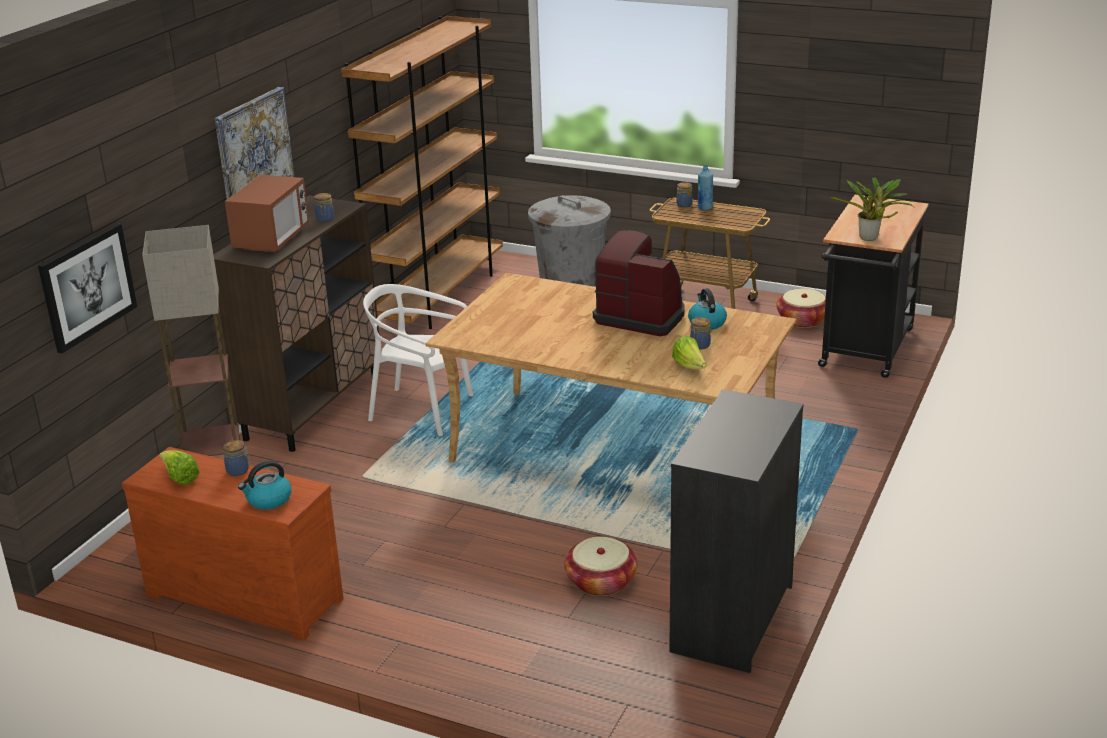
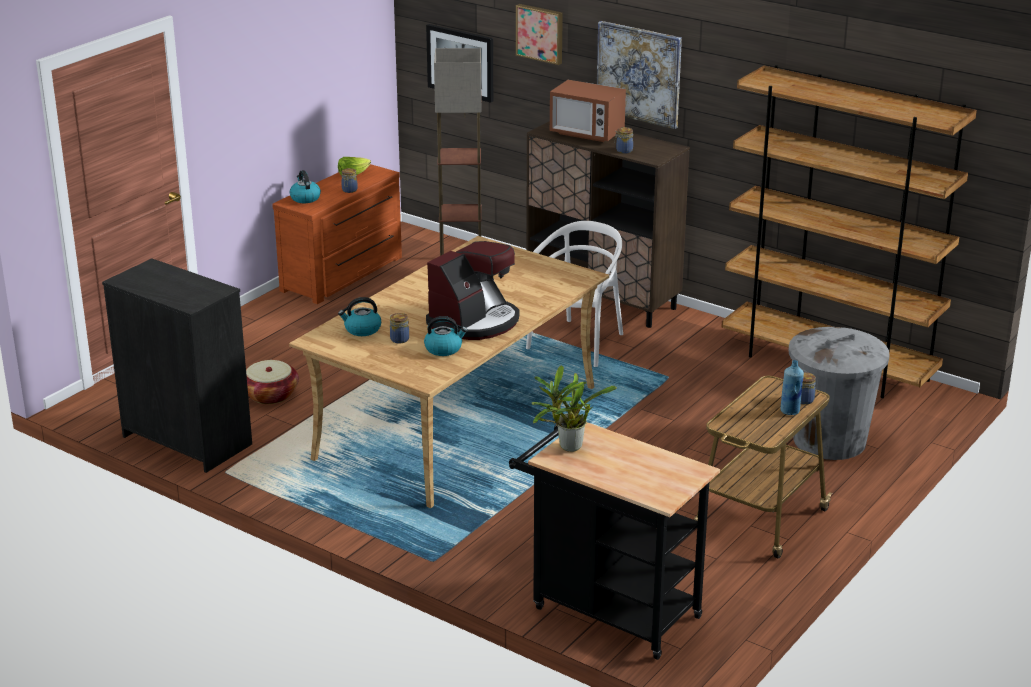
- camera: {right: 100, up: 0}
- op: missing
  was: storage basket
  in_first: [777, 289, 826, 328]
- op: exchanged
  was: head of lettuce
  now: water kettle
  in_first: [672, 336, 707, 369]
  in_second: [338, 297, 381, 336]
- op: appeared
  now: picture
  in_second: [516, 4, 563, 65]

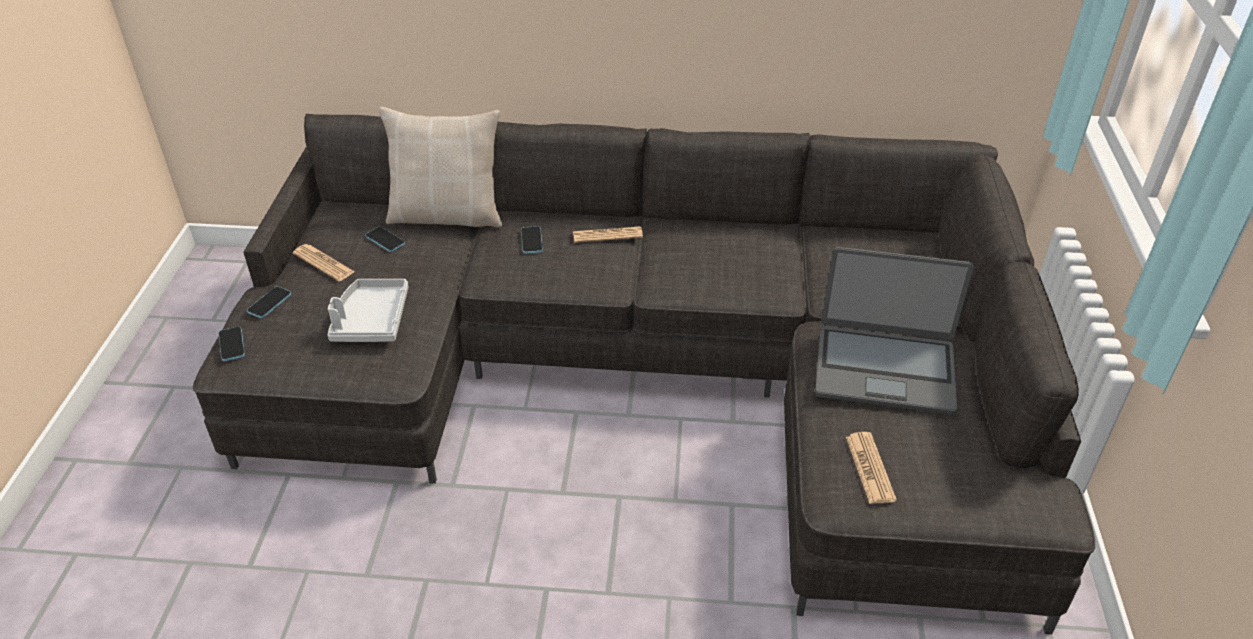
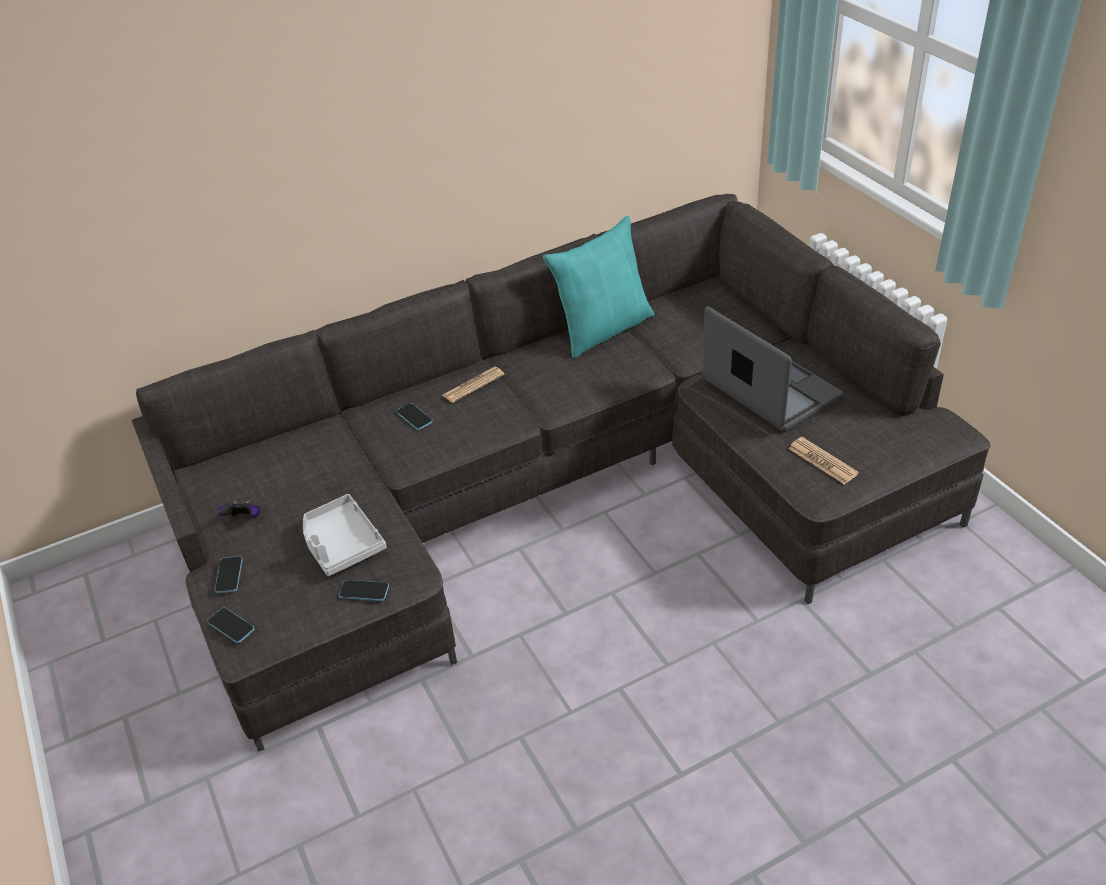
- camera: {right: -30, up: 0}
- op: missing
  was: sand-coloured throw pillow
  in_first: [379, 107, 502, 228]
- op: relocated
  was: telephone
  in_first: [365, 227, 405, 252]
  in_second: [339, 580, 389, 601]
- op: exchanged
  was: printed paper
  now: joypad
  in_first: [293, 244, 355, 281]
  in_second: [217, 501, 260, 517]
- op: spun
  was: portable computer
  in_first: [815, 247, 974, 415]
  in_second: [702, 306, 843, 431]
  clockwise: -105
- op: appeared
  now: blue-green throw pillow
  in_second: [543, 216, 655, 358]

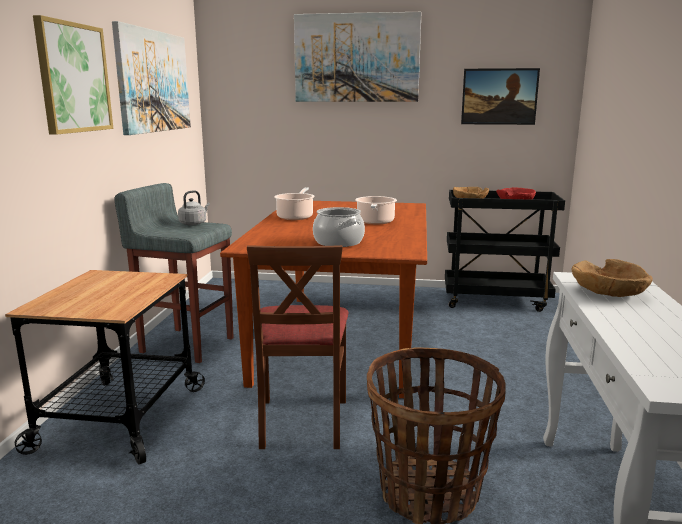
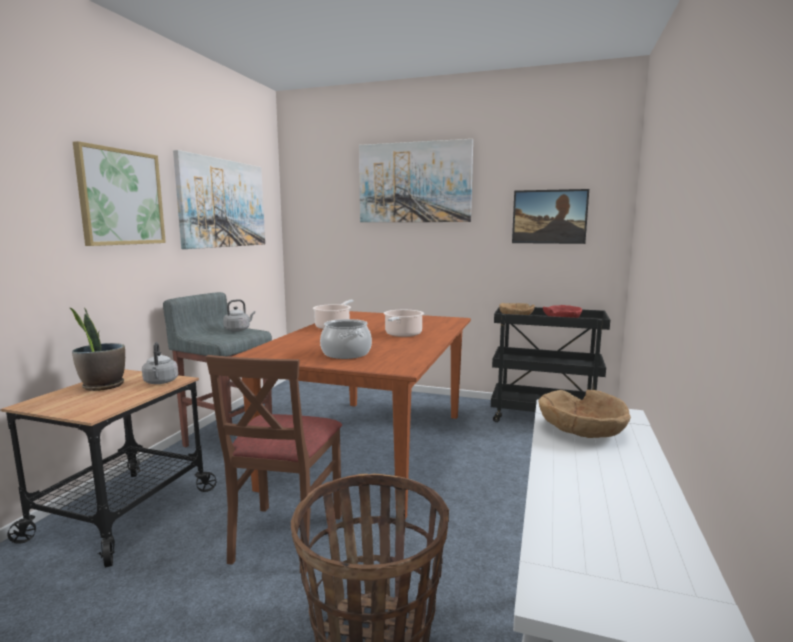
- camera: {right: 10, up: -5}
- op: appeared
  now: houseplant
  in_second: [70, 308, 125, 391]
- op: appeared
  now: gray water kettle
  in_second: [142, 342, 178, 384]

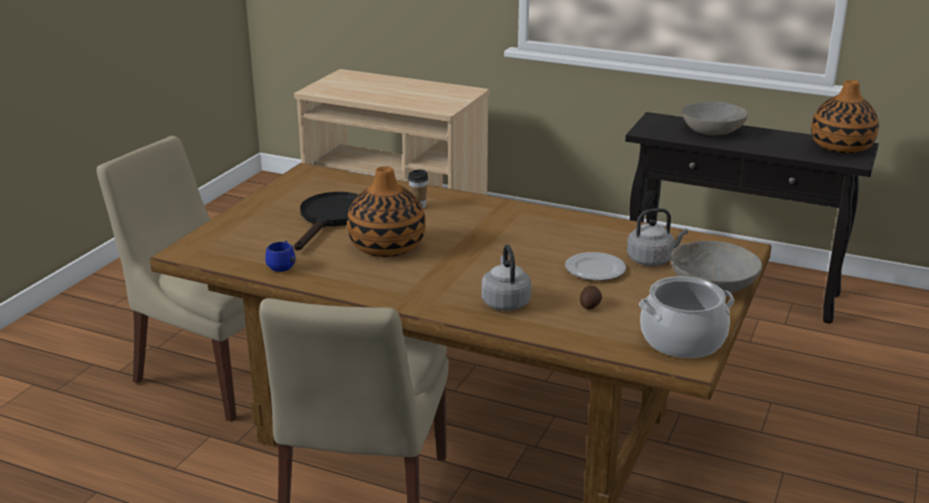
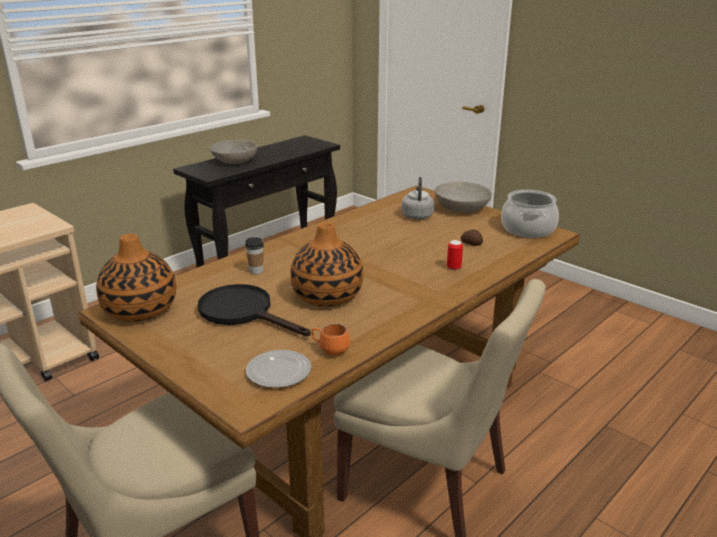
- camera: {right: -70, up: 0}
- op: relocated
  was: flower vase
  in_first: [811, 80, 879, 154]
  in_second: [96, 234, 176, 322]
- op: colour
  was: blue coffee mug
  now: orange-coloured coffee mug
  in_first: [265, 241, 296, 272]
  in_second: [311, 324, 350, 356]
- op: exchanged
  was: gray water kettle
  now: sealed can
  in_first: [481, 244, 531, 311]
  in_second: [447, 240, 463, 270]
- op: relocated
  was: plate
  in_first: [565, 252, 626, 281]
  in_second: [246, 350, 311, 388]

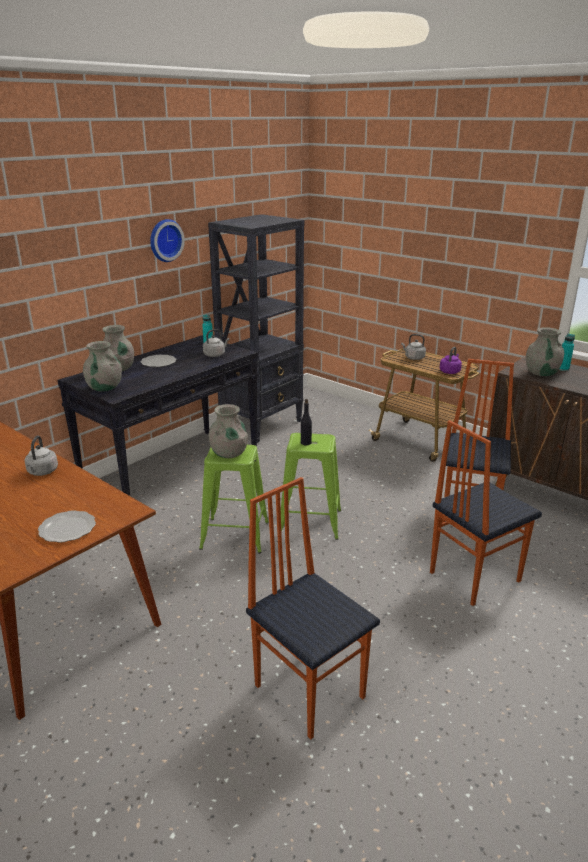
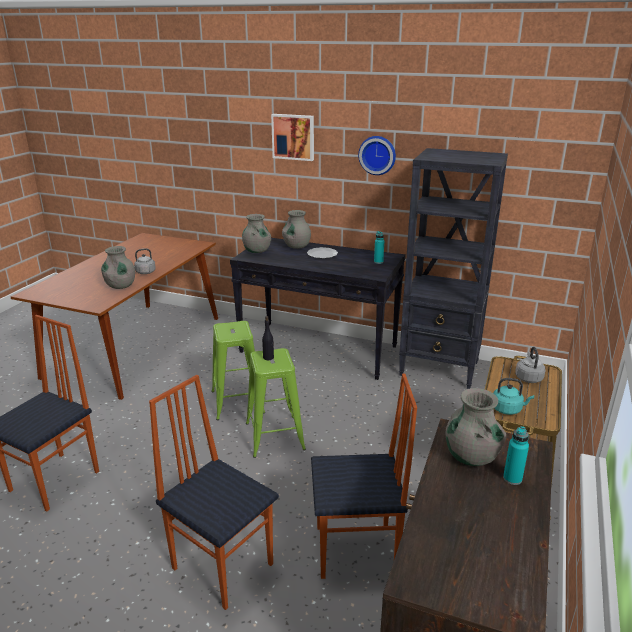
- camera: {right: 70, up: 0}
- op: missing
  was: gray water kettle
  in_first: [203, 329, 229, 357]
- op: colour
  was: purplish water kettle
  now: blue-green water kettle
  in_first: [439, 347, 462, 374]
  in_second: [493, 378, 534, 415]
- op: relocated
  was: gray flower vase
  in_first: [209, 404, 248, 458]
  in_second: [101, 246, 135, 289]
- op: missing
  was: plate
  in_first: [38, 510, 96, 543]
- op: appeared
  now: picture
  in_second: [271, 114, 314, 161]

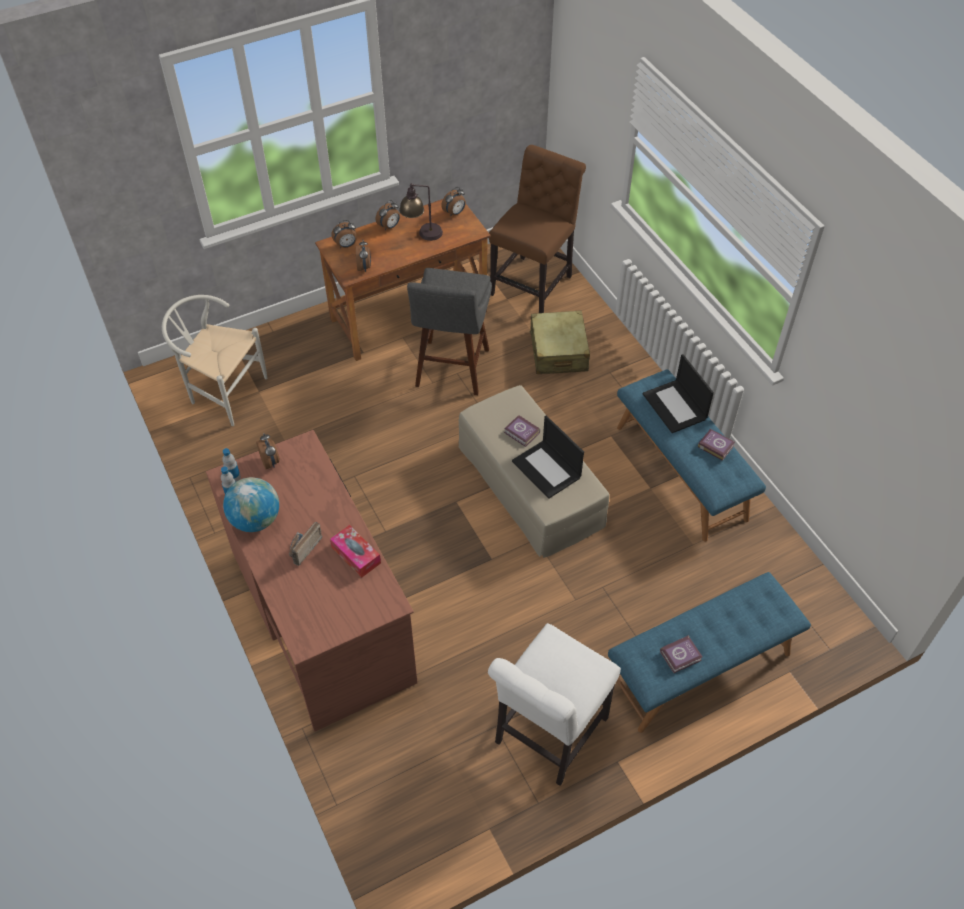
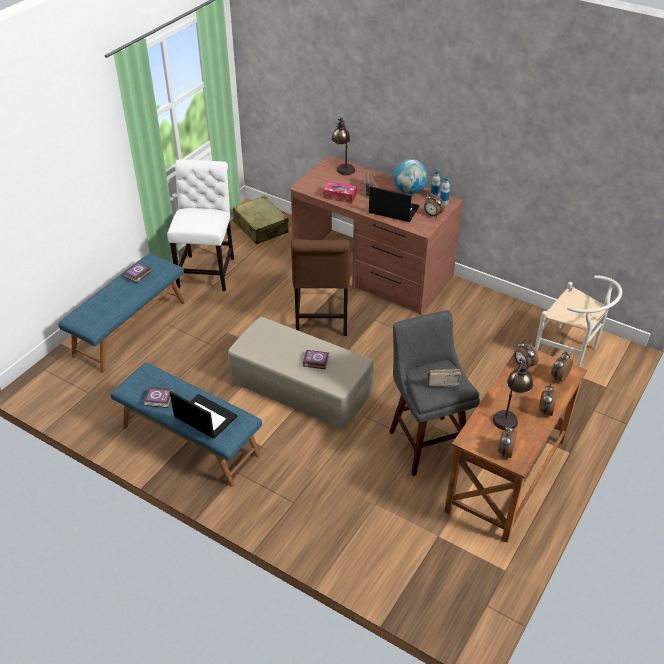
- camera: {right: 150, up: -10}
- op: relocated
  was: brown-coloured chair
  in_first: [489, 145, 586, 313]
  in_second: [291, 239, 351, 336]
- op: spun
  was: white chair
  in_first: [162, 295, 267, 426]
  in_second: [535, 275, 622, 367]
  clockwise: 45
- op: relocated
  was: sand-coloured piece of luggage
  in_first: [529, 310, 590, 374]
  in_second: [233, 196, 288, 244]
- op: relocated
  was: portable computer
  in_first: [512, 416, 584, 499]
  in_second: [369, 186, 419, 222]
- op: appeared
  now: lamp for a table
  in_second: [332, 118, 355, 175]
- op: appeared
  now: radio
  in_second: [427, 369, 461, 387]

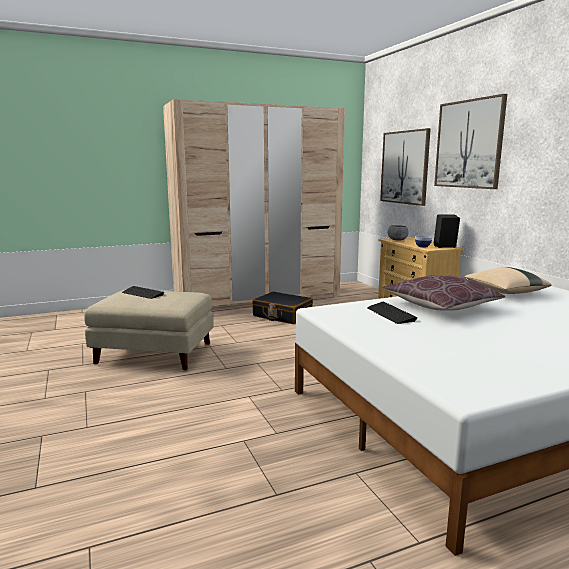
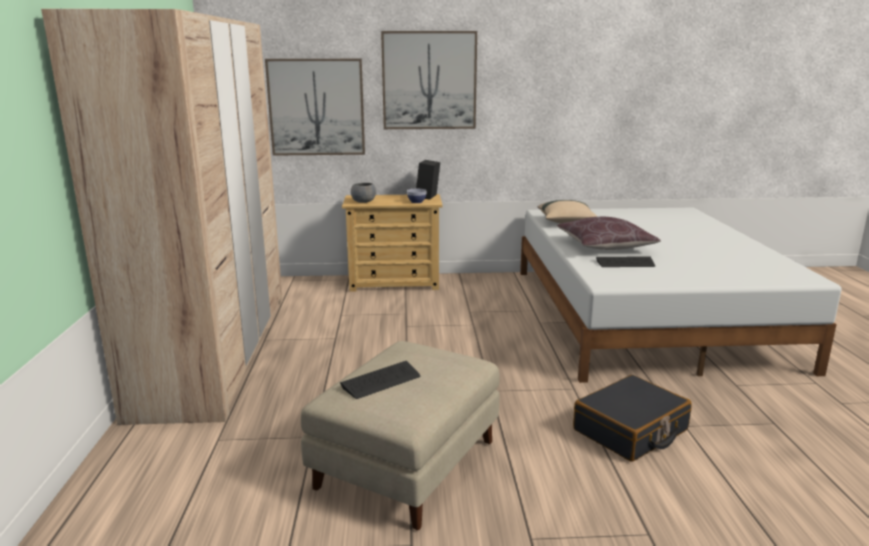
- camera: {right: -70, up: 5}
- op: relocated
  was: black-coloured piece of luggage
  in_first: [252, 291, 313, 324]
  in_second: [573, 375, 691, 462]

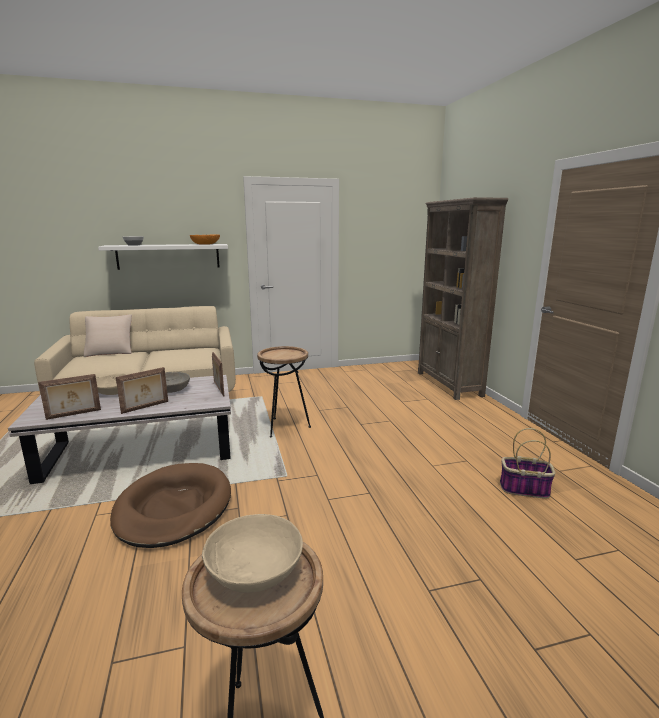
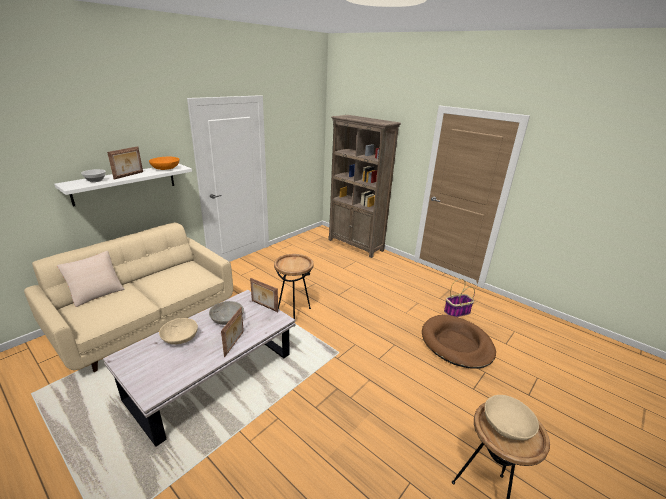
- camera: {right: -35, up: 10}
- op: relocated
  was: standing frame
  in_first: [38, 374, 101, 420]
  in_second: [107, 146, 143, 180]
- op: relocated
  was: brown-coloured dog bed
  in_first: [110, 463, 231, 548]
  in_second: [422, 315, 496, 369]

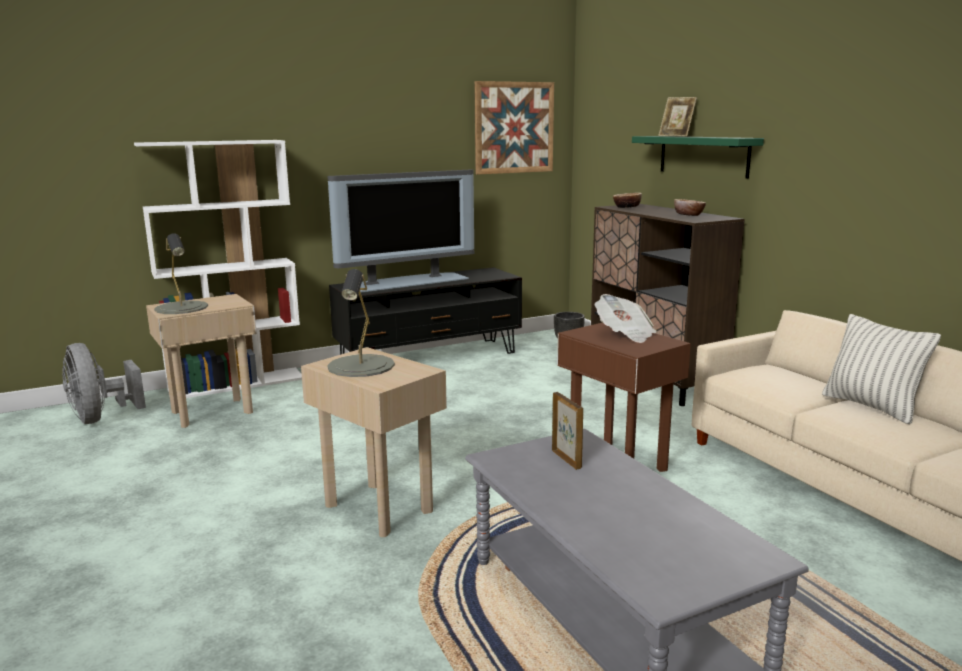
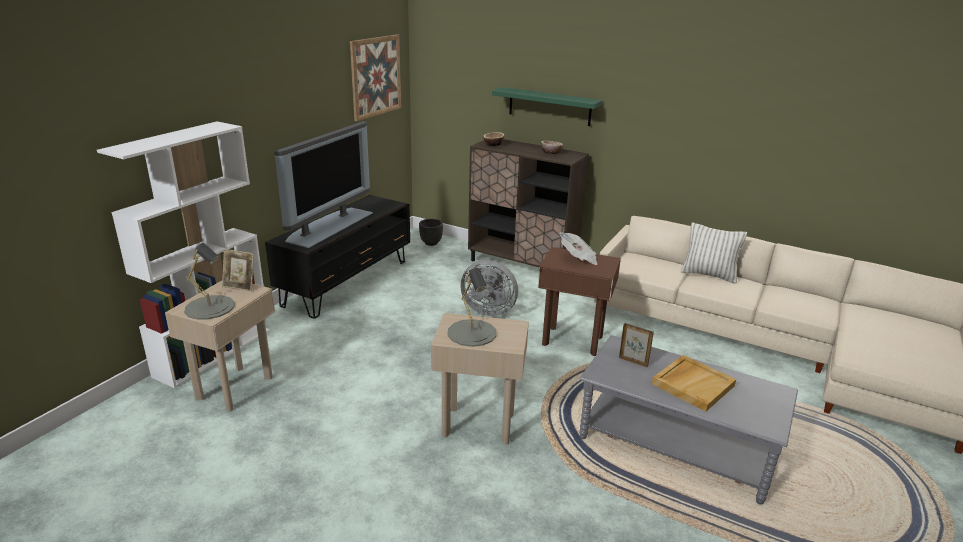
- camera: {right: -35, up: 10}
- op: relocated
  was: standing frame
  in_first: [658, 97, 697, 137]
  in_second: [222, 249, 254, 291]
- op: relocated
  was: gray fan
  in_first: [62, 343, 146, 424]
  in_second: [460, 260, 518, 316]
- op: appeared
  now: sand-coloured serving tray
  in_second: [652, 355, 736, 412]

